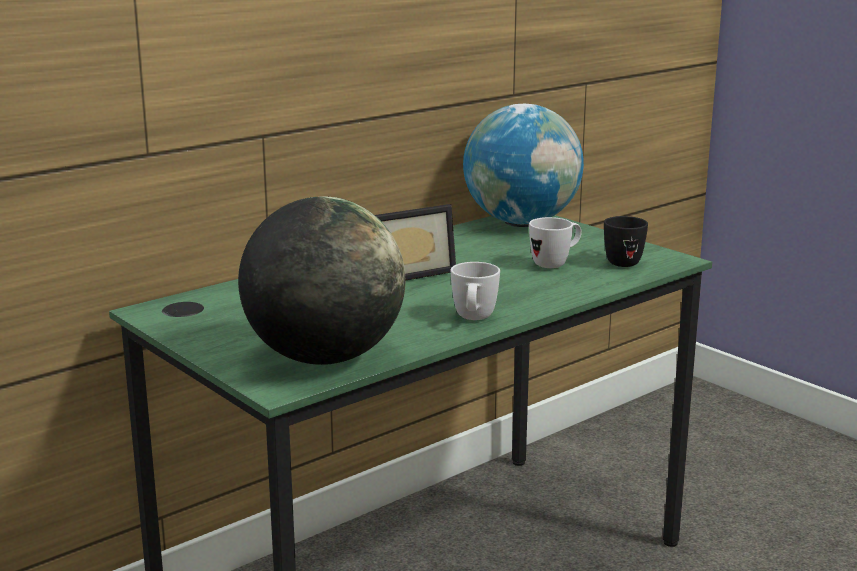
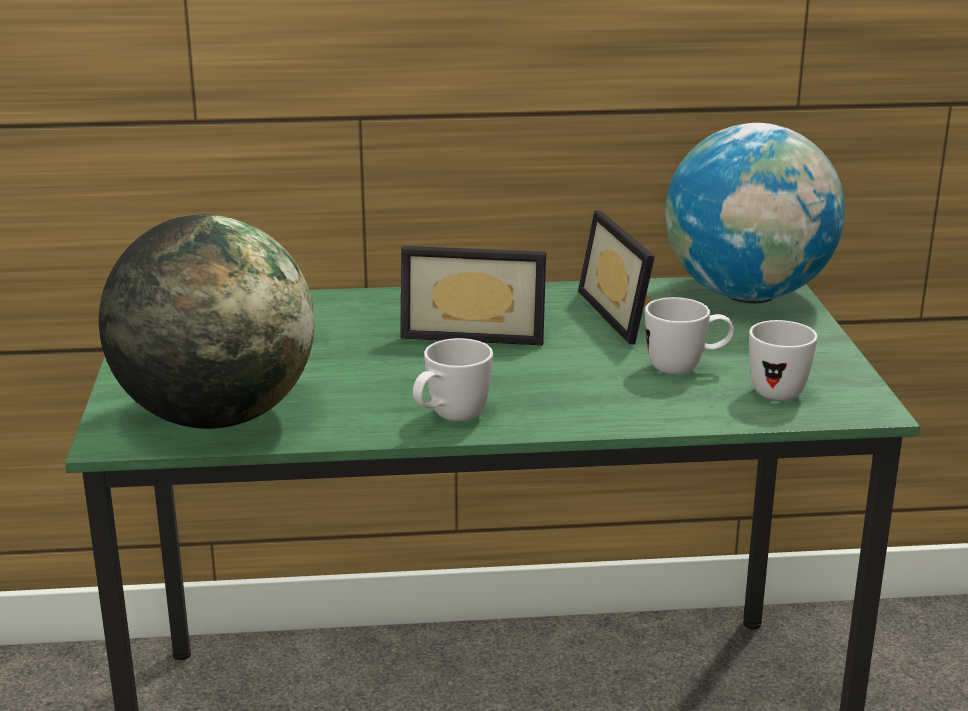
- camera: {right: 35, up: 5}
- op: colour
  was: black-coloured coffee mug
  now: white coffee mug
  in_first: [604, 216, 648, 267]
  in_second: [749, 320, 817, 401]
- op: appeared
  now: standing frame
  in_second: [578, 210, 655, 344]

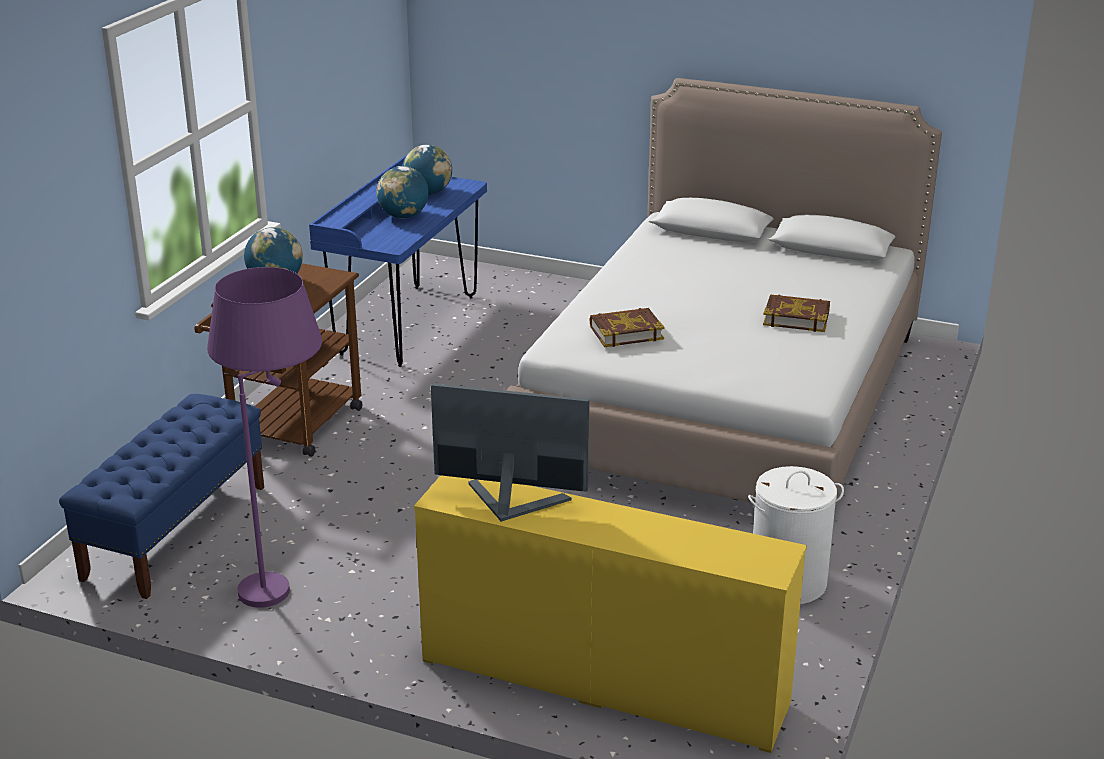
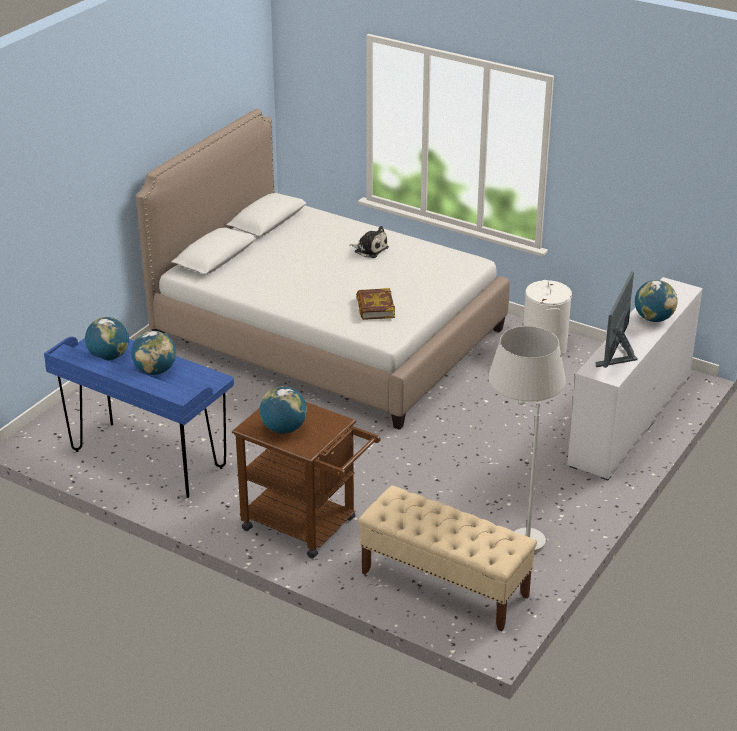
- camera: {right: -80, up: 5}
- op: colour
  was: purplish standing lamp
  now: white standing lamp
  in_first: [207, 267, 322, 608]
  in_second: [488, 326, 566, 553]
- op: exchanged
  was: bound book
  now: soft toy
  in_first: [763, 294, 830, 332]
  in_second: [349, 226, 389, 258]
- op: colour
  was: blue long seat
  now: sand-coloured long seat
  in_first: [59, 394, 264, 599]
  in_second: [358, 485, 537, 631]
- op: colour
  was: yellow-coloured dresser
  now: white dresser
  in_first: [414, 475, 807, 753]
  in_second: [567, 277, 703, 480]
- op: appeared
  now: desk globe
  in_second: [635, 280, 678, 322]

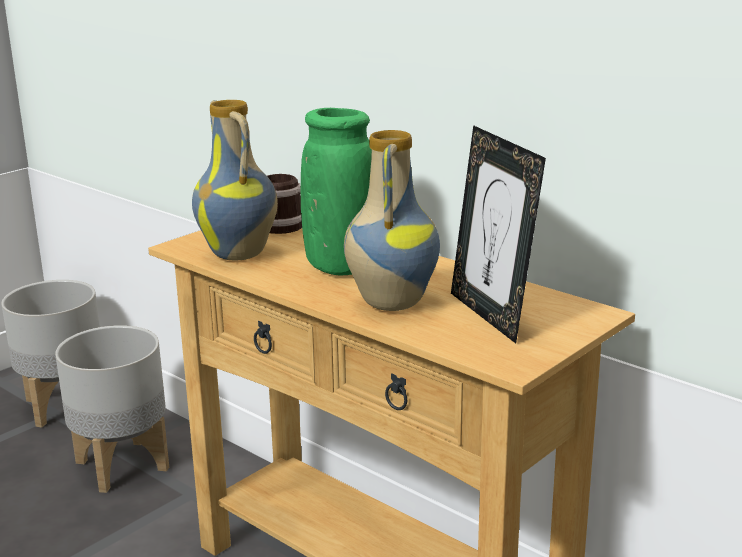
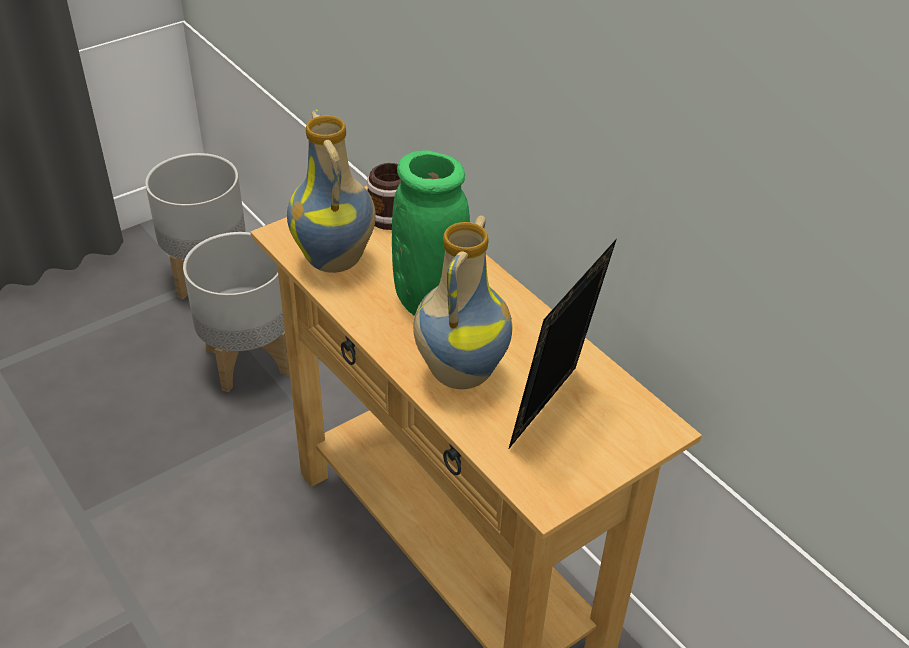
- camera: {right: 10, up: 20}
- op: spun
  was: standing frame
  in_first: [451, 125, 546, 343]
  in_second: [509, 239, 617, 448]
  clockwise: 45

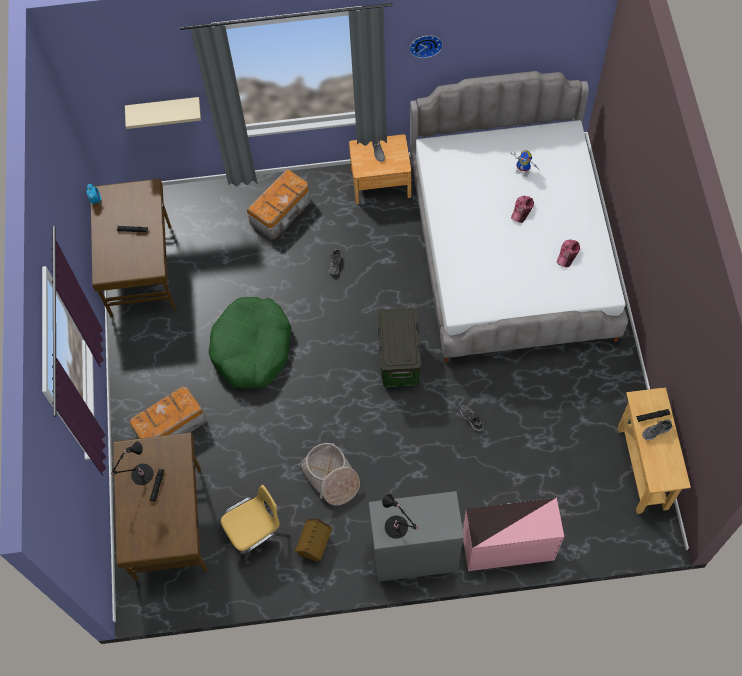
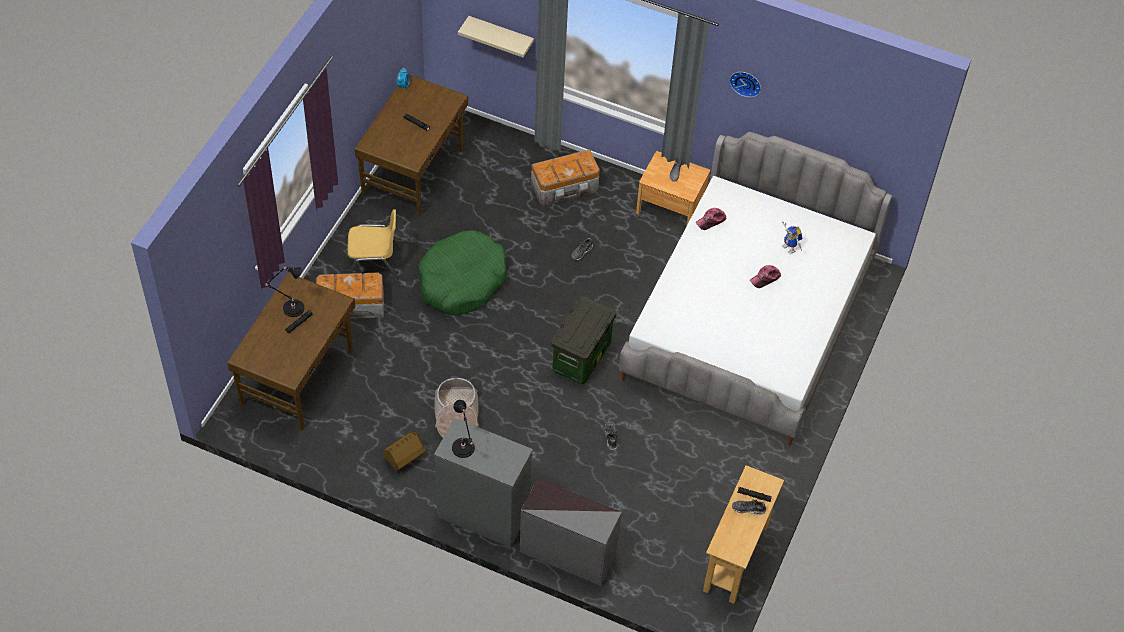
- camera: {right: 25, up: -10}
- op: relocated
  was: peaked cap
  in_first: [557, 239, 580, 267]
  in_second: [696, 208, 727, 230]
- op: relocated
  was: yellow-coloured chair
  in_first: [218, 485, 290, 569]
  in_second: [347, 209, 400, 280]
- op: colour
  was: pinkish dresser
  now: gray dresser
  in_first: [463, 498, 564, 571]
  in_second: [520, 478, 622, 586]

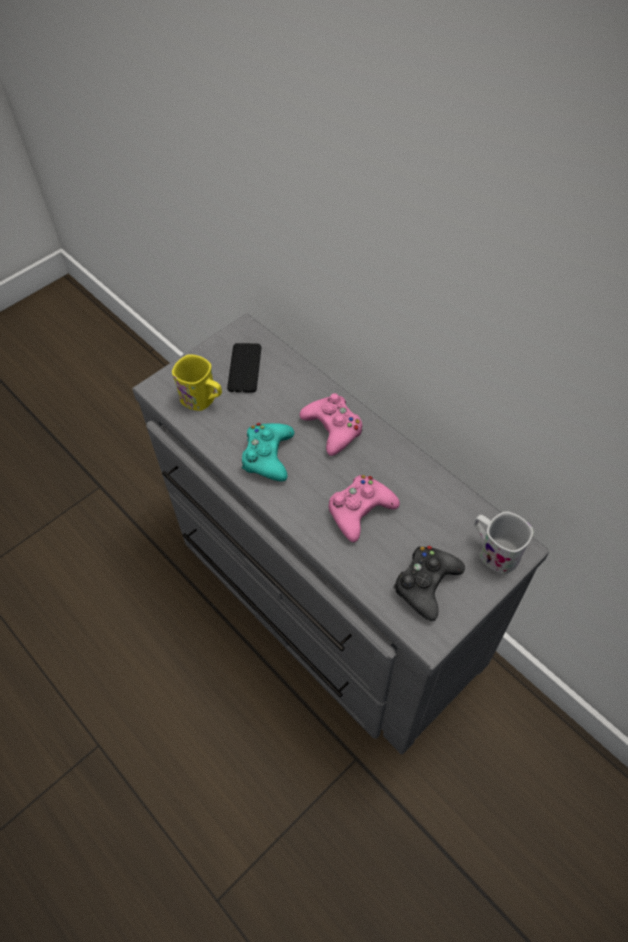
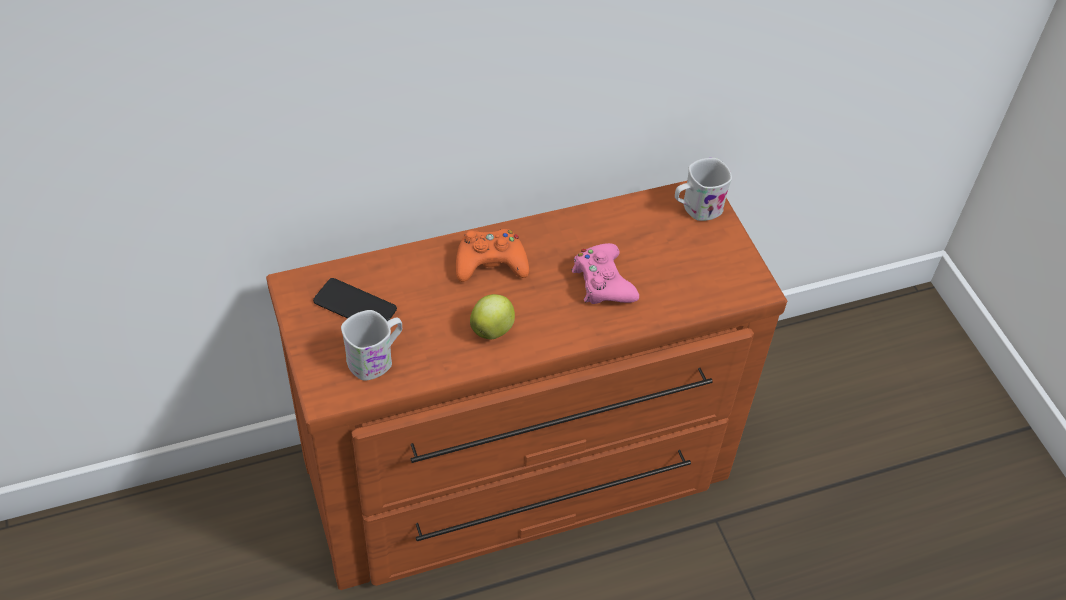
- camera: {right: -70, up: -5}
- op: colour
  was: gray dresser
  now: brown-coloured dresser
  in_first: [133, 313, 549, 754]
  in_second: [266, 181, 787, 590]
- op: colour
  was: yellow-coloured coffee mug
  now: white coffee mug
  in_first: [172, 354, 222, 411]
  in_second: [341, 310, 402, 381]
- op: colour
  was: pinkish joypad
  now: orange-coloured joypad
  in_first: [300, 393, 363, 456]
  in_second: [456, 229, 529, 282]
- op: exchanged
  was: blue-green joypad
  now: apple fruit
  in_first: [242, 423, 294, 481]
  in_second: [470, 294, 515, 340]
- op: missing
  was: black-coloured joypad
  in_first: [393, 546, 465, 621]

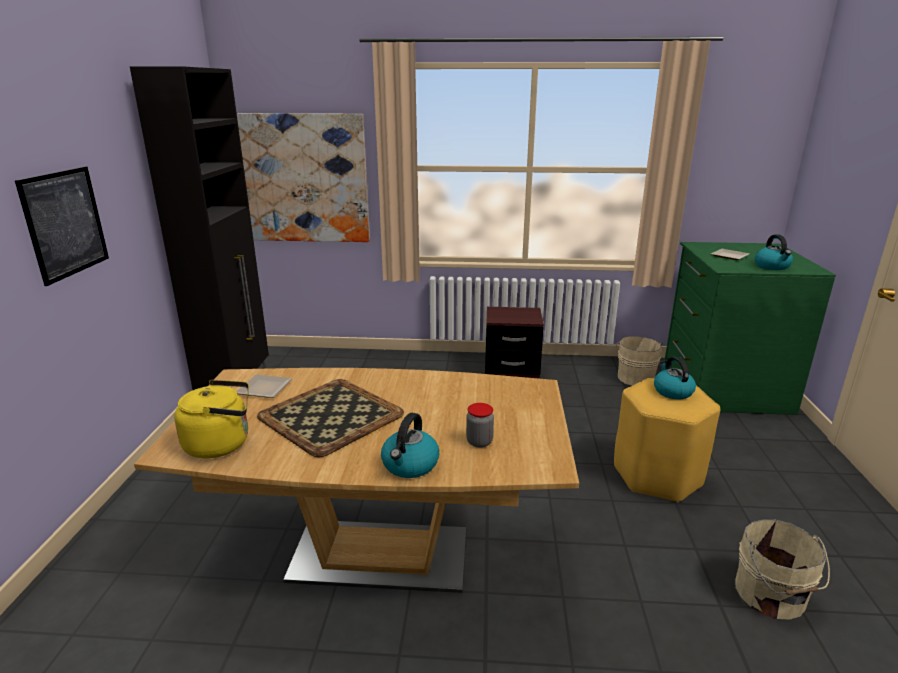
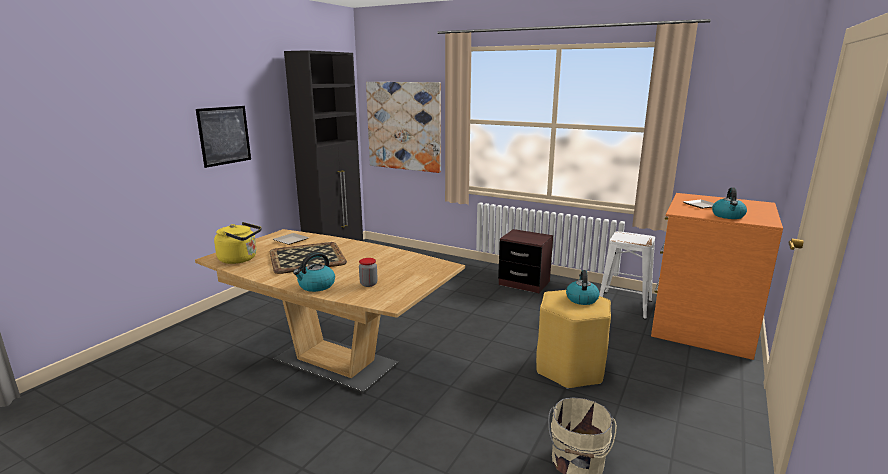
- camera: {right: 25, up: -5}
- op: colour
  was: green dresser
  now: orange-coloured dresser
  in_first: [664, 242, 836, 415]
  in_second: [651, 193, 783, 360]
- op: exchanged
  was: sand-coloured bucket
  now: white stool
  in_first: [616, 336, 663, 386]
  in_second: [599, 231, 655, 320]

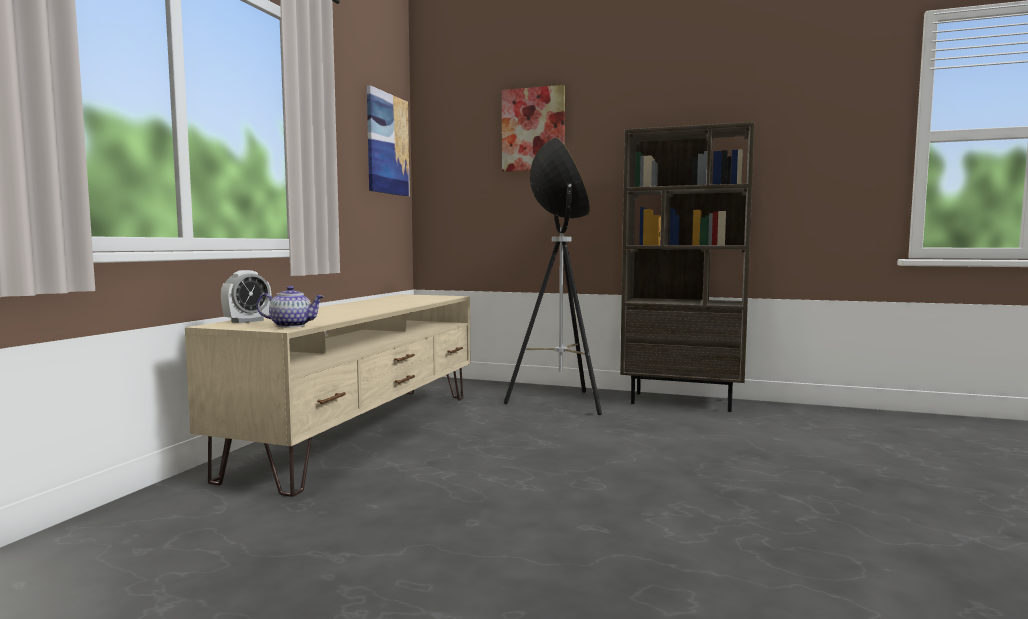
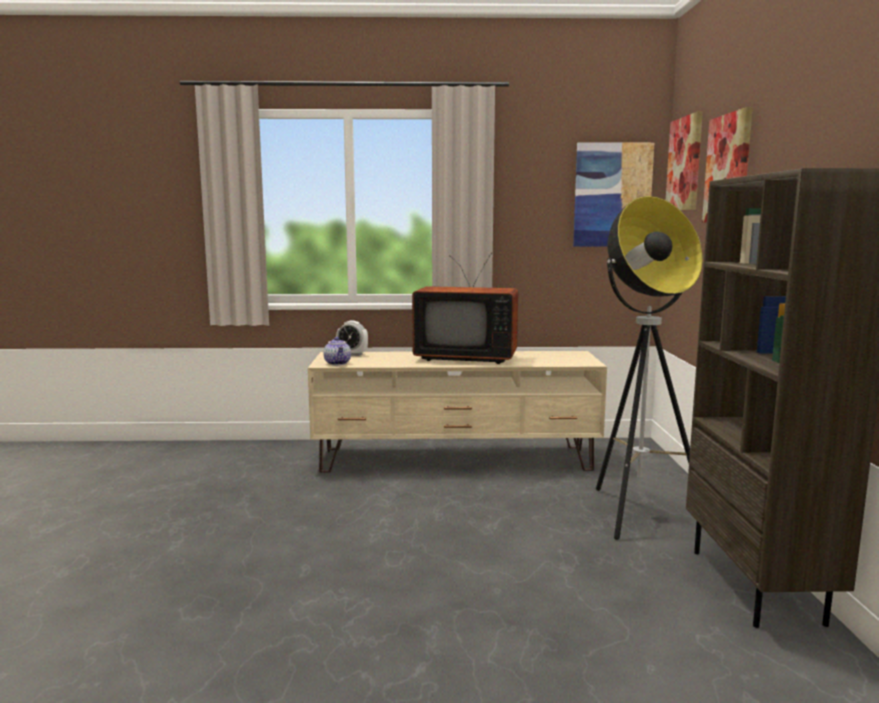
- camera: {right: 70, up: 5}
- op: appeared
  now: picture
  in_second: [666, 111, 703, 210]
- op: appeared
  now: TV
  in_second: [412, 253, 518, 364]

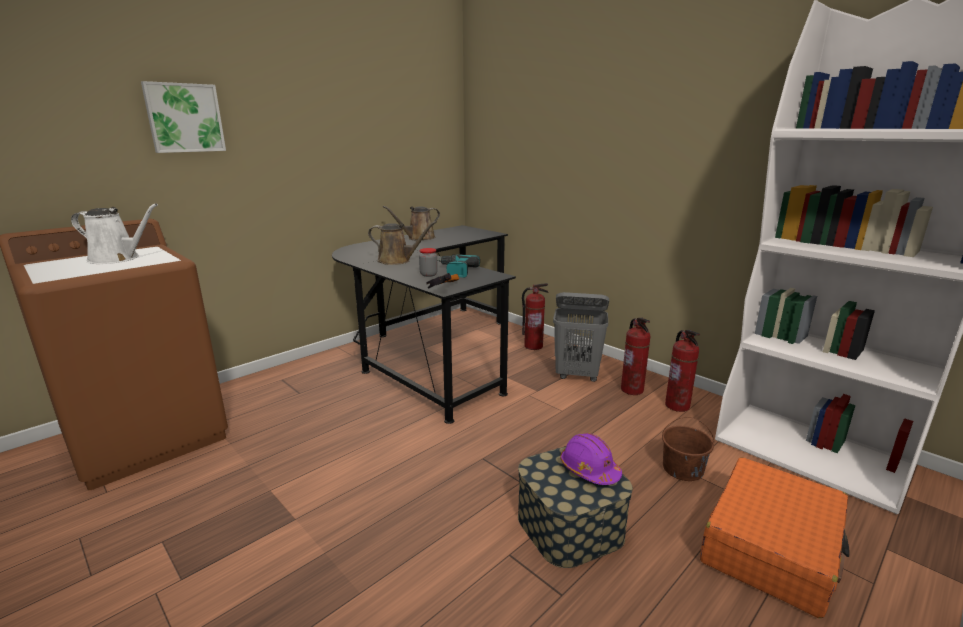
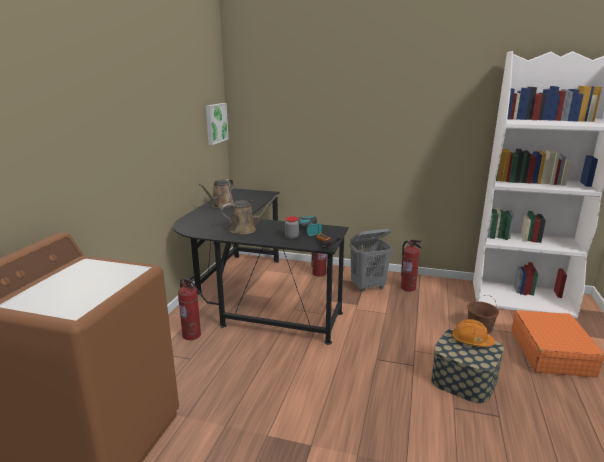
- camera: {right: -30, up: 0}
- op: relocated
  was: picture
  in_first: [141, 81, 226, 153]
  in_second: [206, 103, 229, 145]
- op: missing
  was: white sprinkling can
  in_first: [71, 203, 158, 264]
- op: relocated
  was: fire-fighting cylinder
  in_first: [665, 330, 700, 412]
  in_second: [178, 278, 201, 340]
- op: colour
  was: purplish hard hat
  now: orange-coloured hard hat
  in_first: [560, 433, 622, 485]
  in_second: [452, 319, 495, 347]

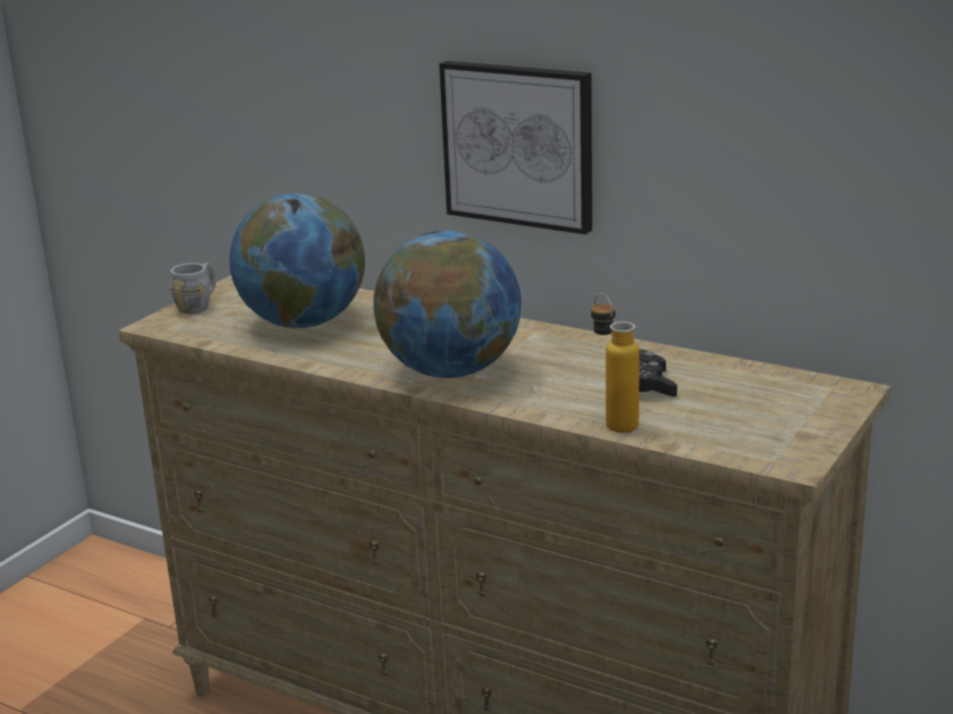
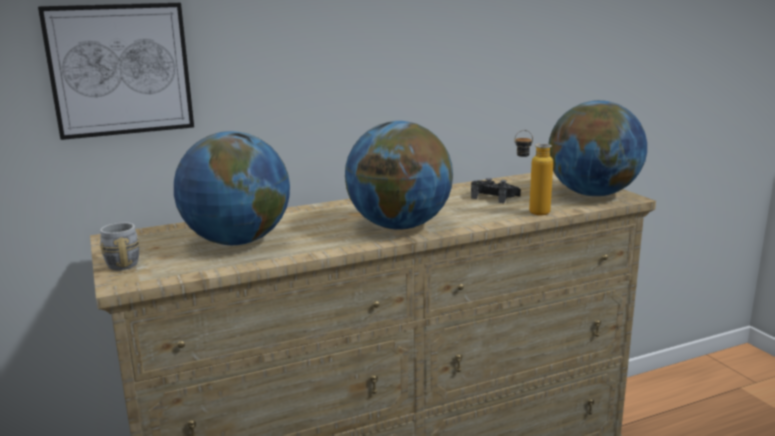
- camera: {right: -55, up: -5}
- op: relocated
  was: picture
  in_first: [439, 61, 592, 235]
  in_second: [38, 3, 194, 140]
- op: appeared
  now: desk globe
  in_second: [548, 100, 647, 196]

